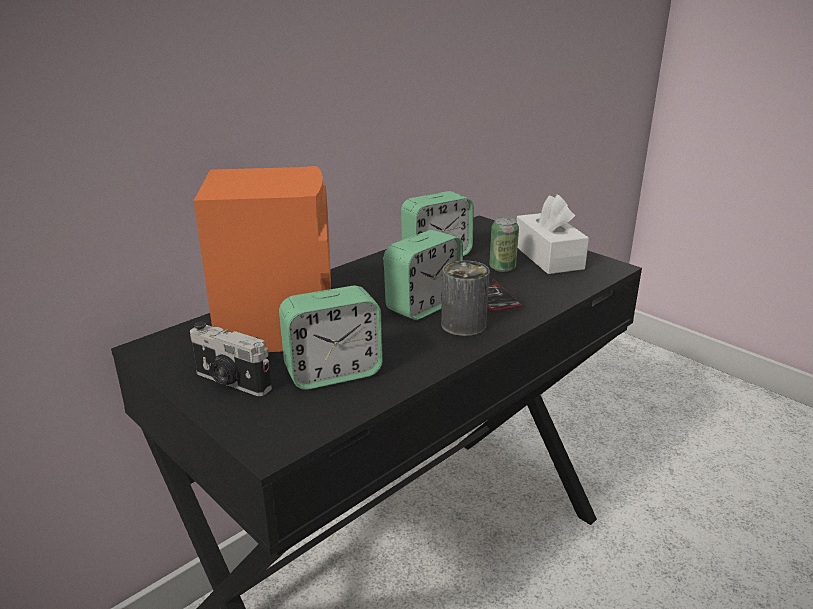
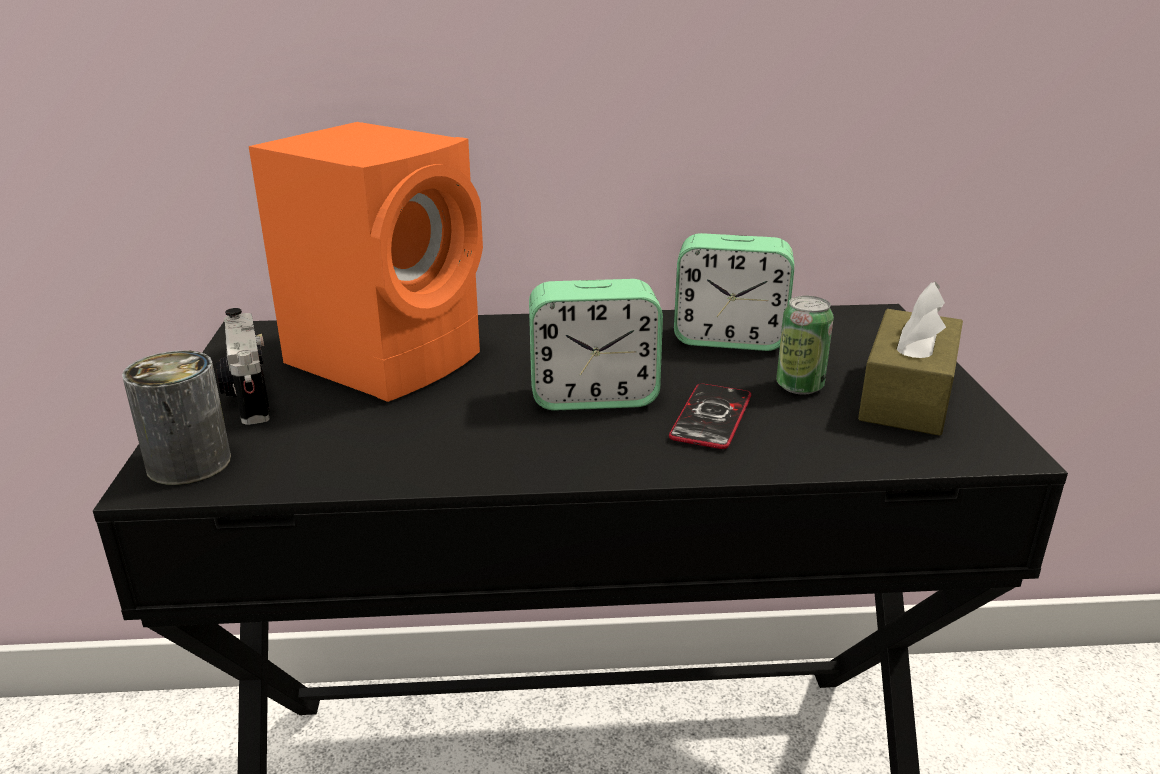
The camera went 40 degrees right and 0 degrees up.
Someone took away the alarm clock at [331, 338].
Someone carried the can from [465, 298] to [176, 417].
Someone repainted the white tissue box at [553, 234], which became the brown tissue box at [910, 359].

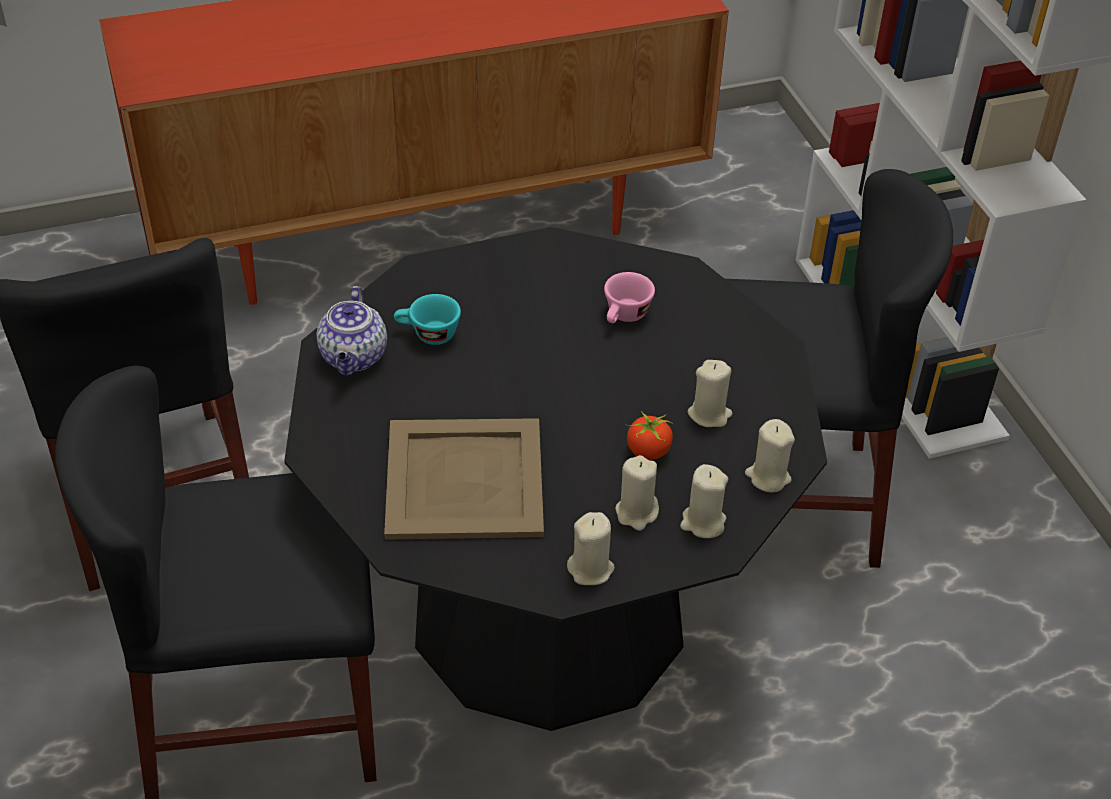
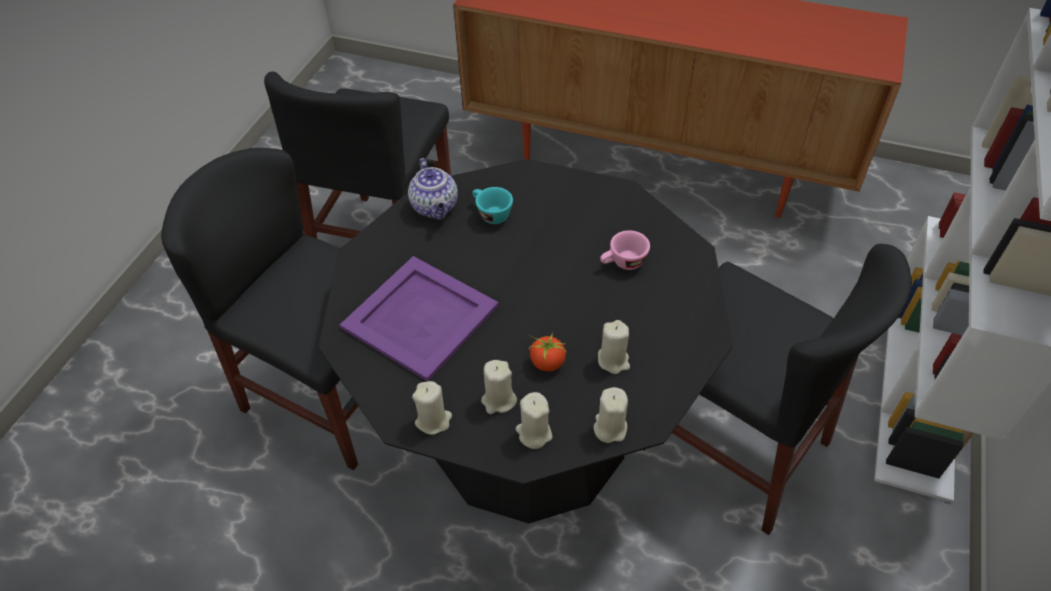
The camera went 40 degrees right and 5 degrees up.
Someone rotated the teapot at [351, 330] by 60 degrees counterclockwise.
Someone repainted the beige tray at [464, 479], which became the purple tray at [419, 319].

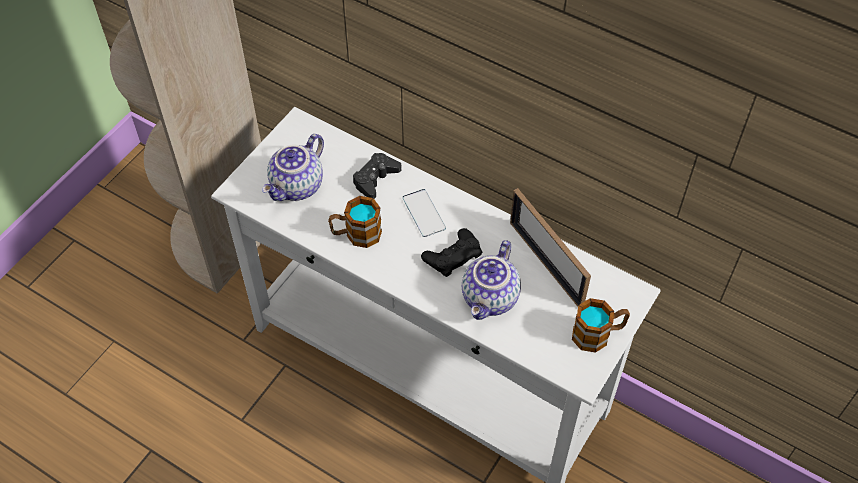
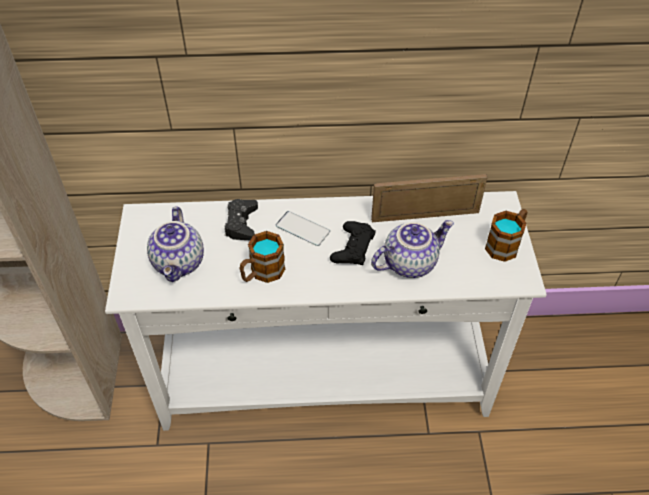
The camera went 35 degrees left and 5 degrees down.
Someone rotated the teapot at [491, 280] by 105 degrees counterclockwise.
Someone rotated the picture frame at [550, 247] by 150 degrees clockwise.

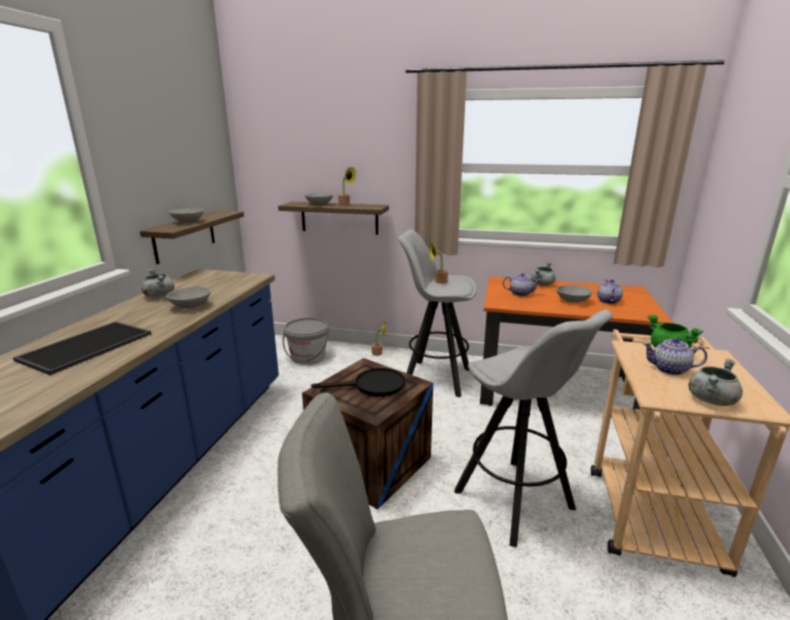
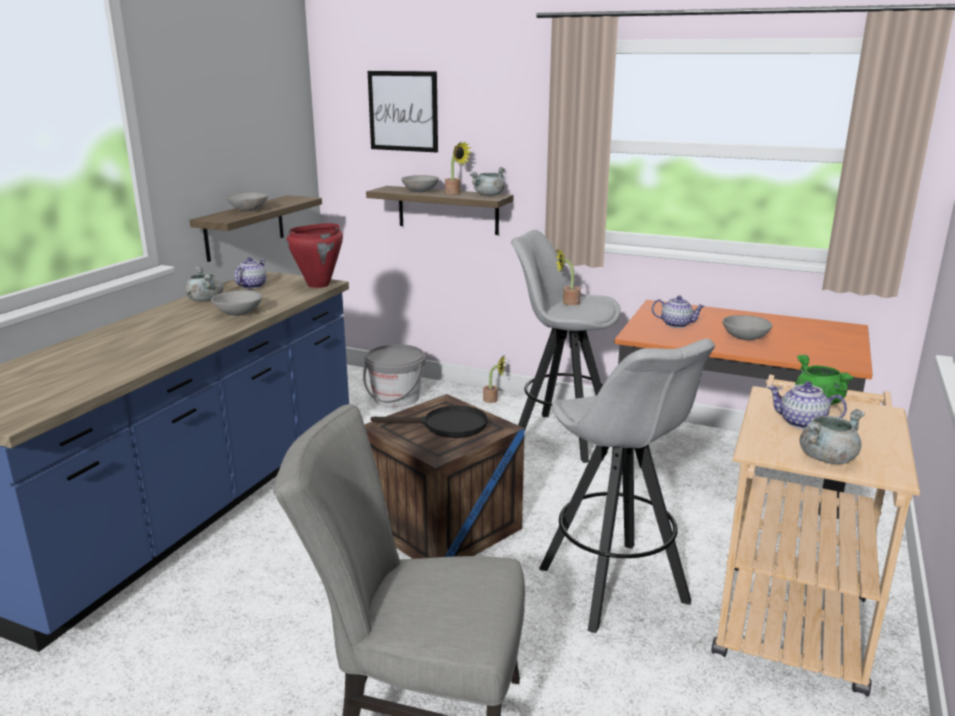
The camera went 10 degrees right and 0 degrees up.
Someone took away the tray at [82, 348].
Someone carried the grey cooking pot from [543, 274] to [487, 181].
Someone carried the teapot from [610, 291] to [250, 273].
Someone put down the red cooking pot at [314, 255].
Someone put up the picture at [403, 111].

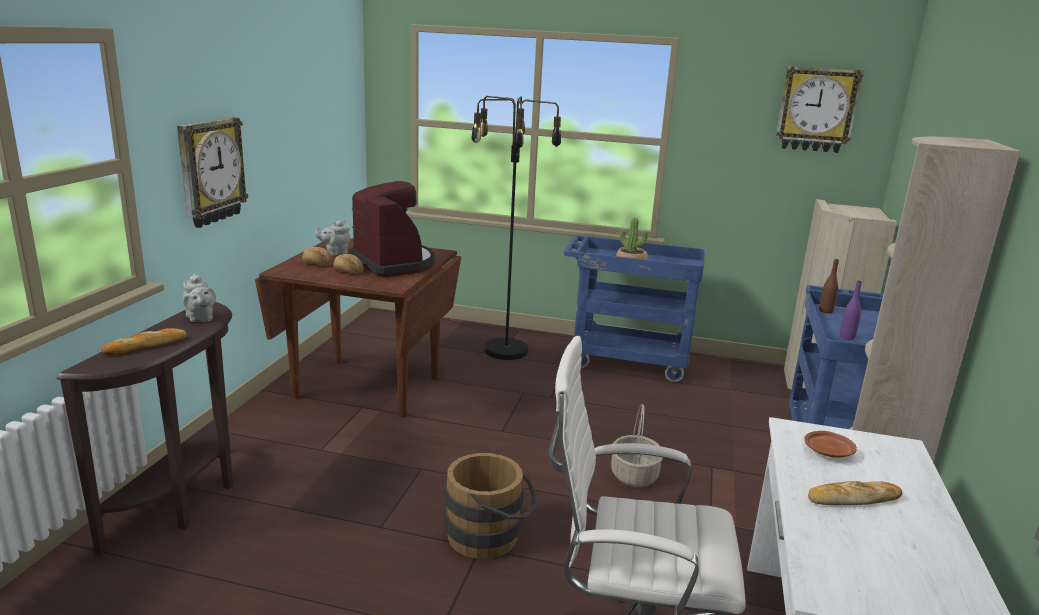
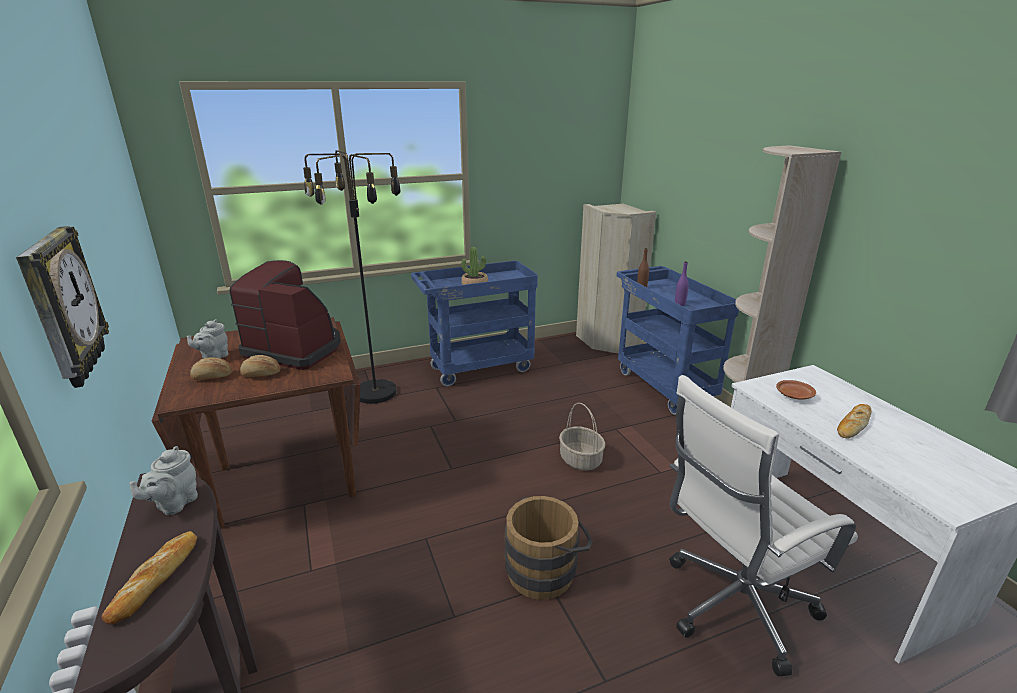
The camera went 35 degrees left and 5 degrees up.
Someone rotated the grey teapot at [199, 298] by 90 degrees clockwise.
Someone took away the wall clock at [820, 109].

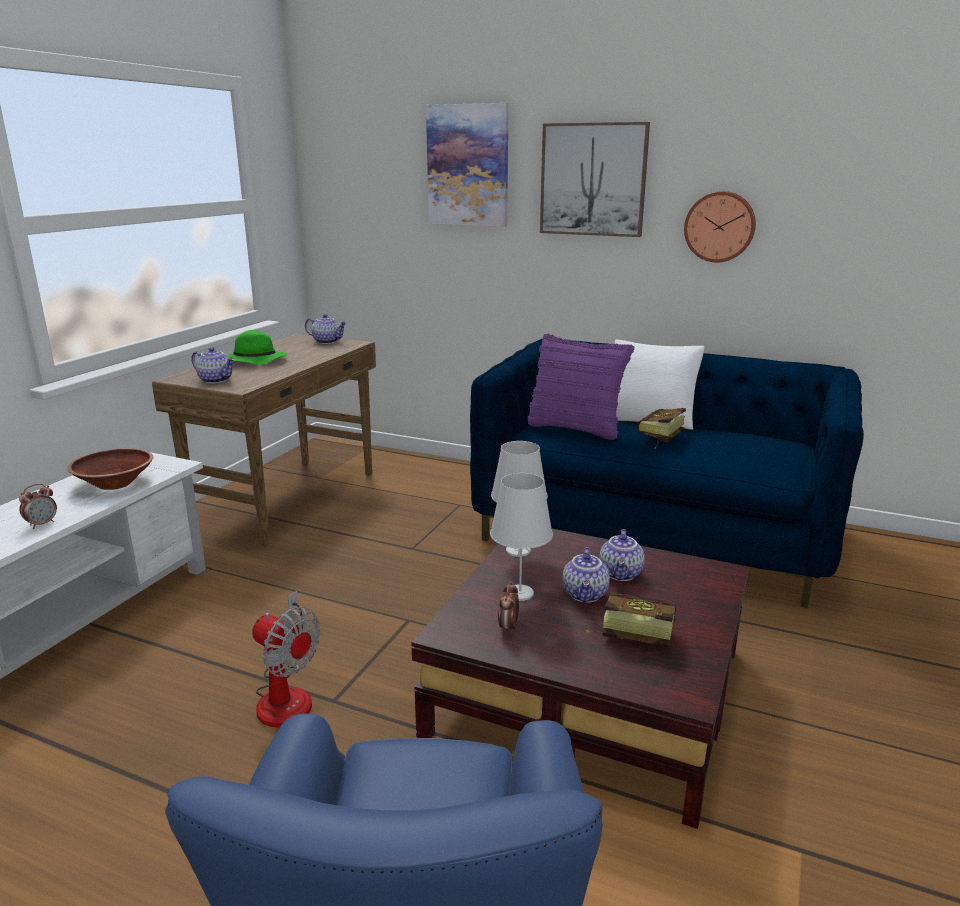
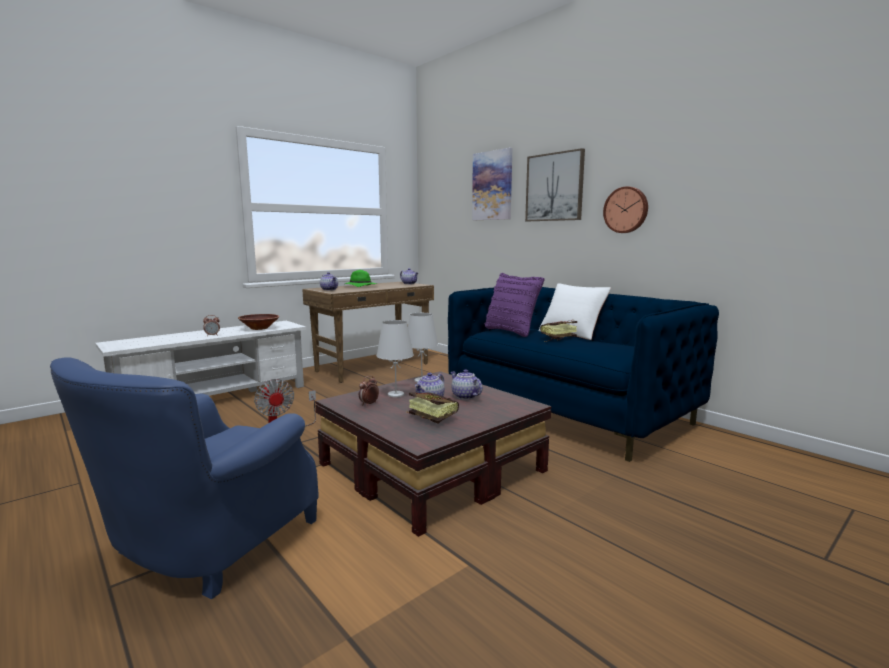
The camera went 25 degrees right and 10 degrees down.
Someone rotated the teapot at [622, 555] by 105 degrees clockwise.

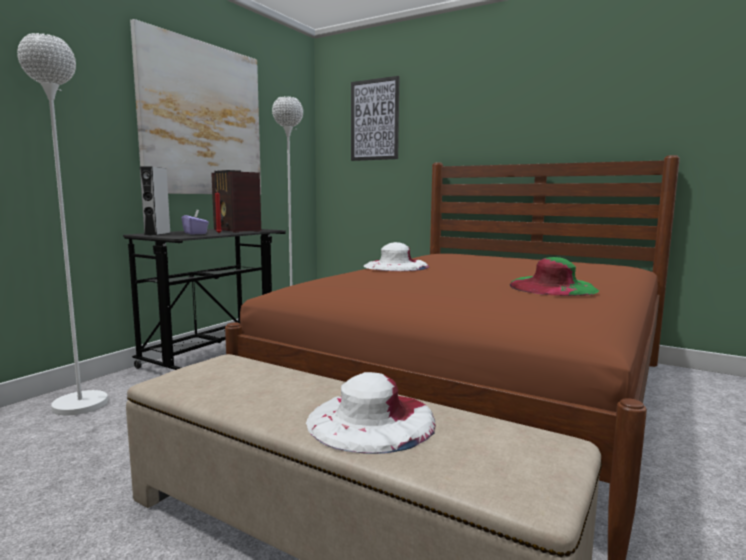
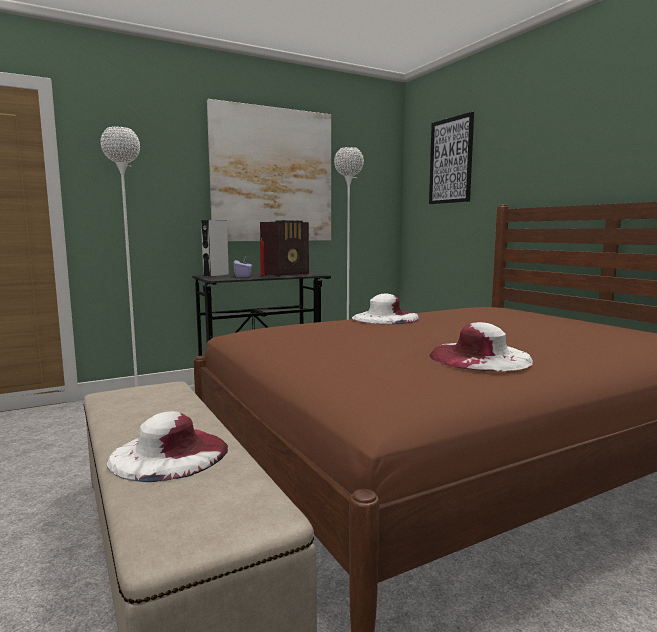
The camera went 30 degrees right and 0 degrees up.
Someone rotated the radio at [236, 201] by 120 degrees counterclockwise.
Someone repainted the green hat at [554, 276], which became the white hat at [481, 346].

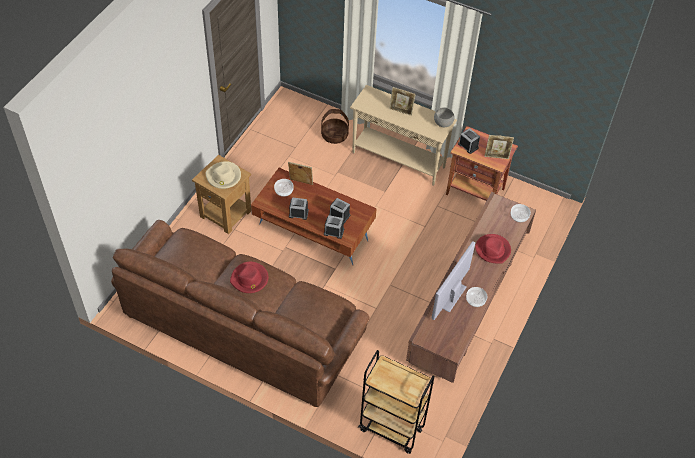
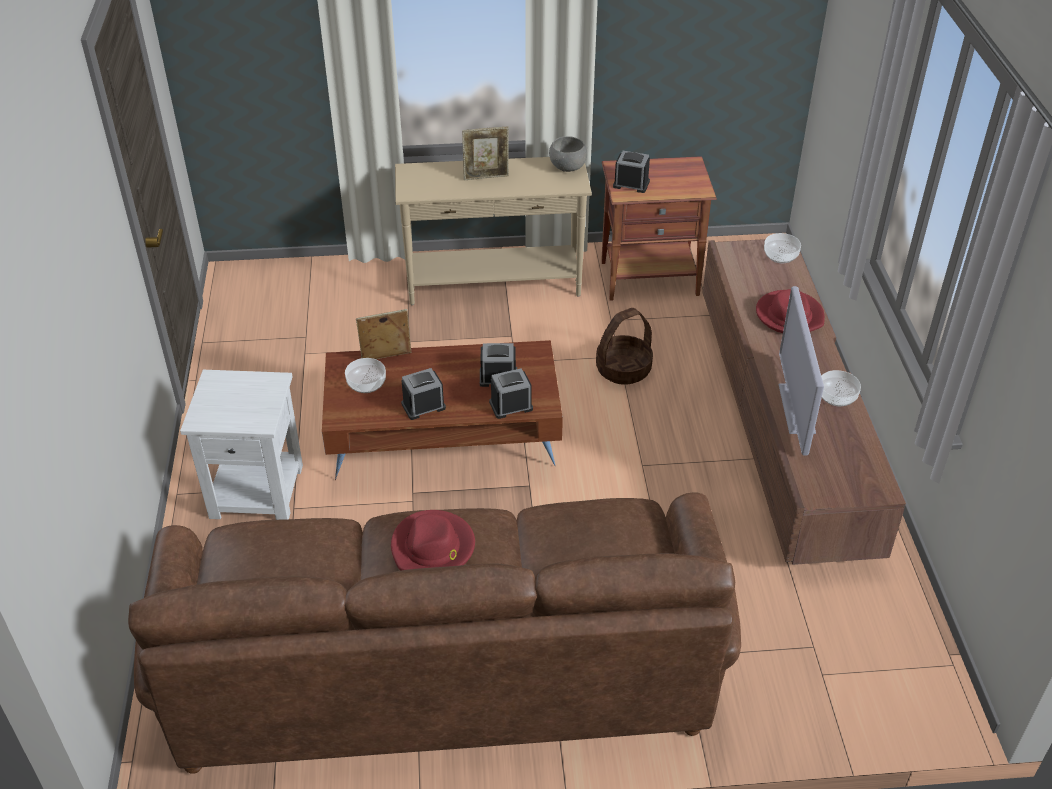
The camera went 30 degrees left and 10 degrees down.
Someone repainted the brown side table at [221, 194], which became the white side table at [241, 445].
Someone took away the beige hat at [223, 175].
Someone carried the basket from [335, 126] to [624, 346].
Someone took away the brown cart at [396, 402].
Someone took away the picture frame at [499, 147].

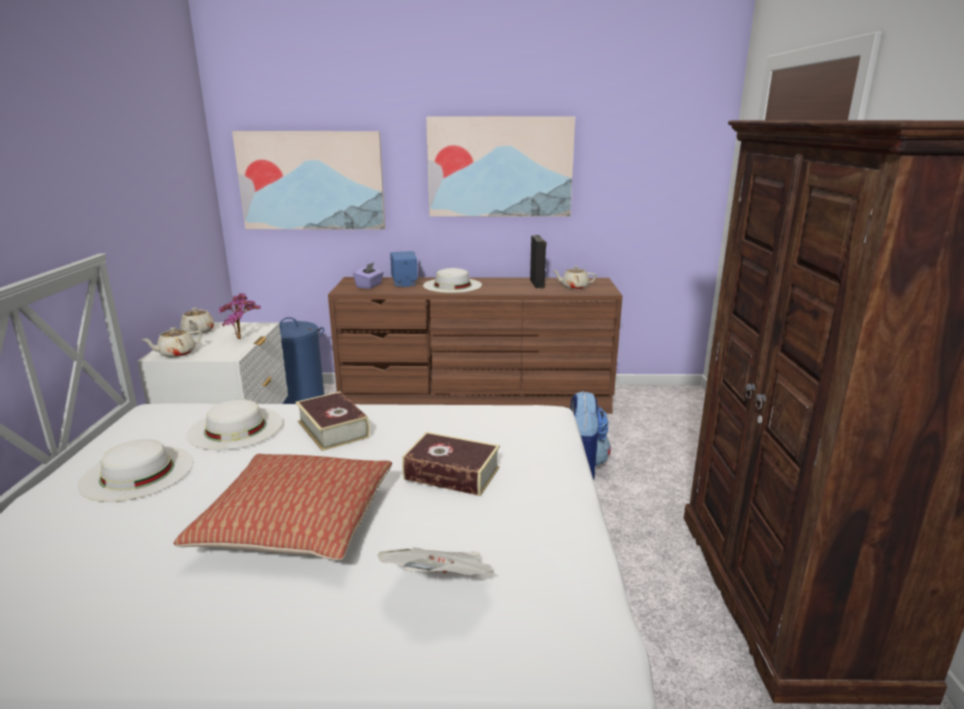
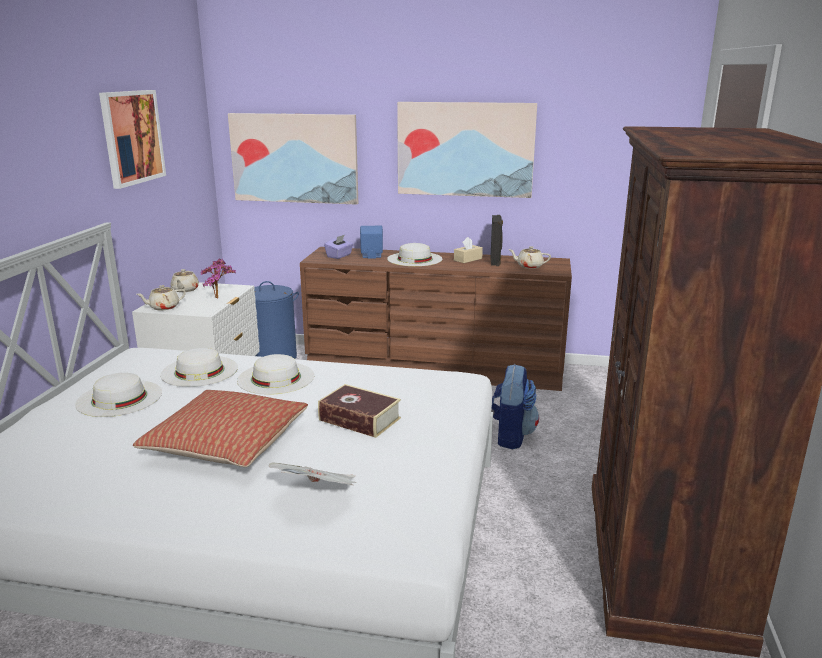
The camera went 10 degrees right and 0 degrees up.
Someone swapped the book at [332, 421] for the white hat at [275, 374].
Someone put up the picture at [132, 139].
Someone put down the beige tissue box at [468, 250].

